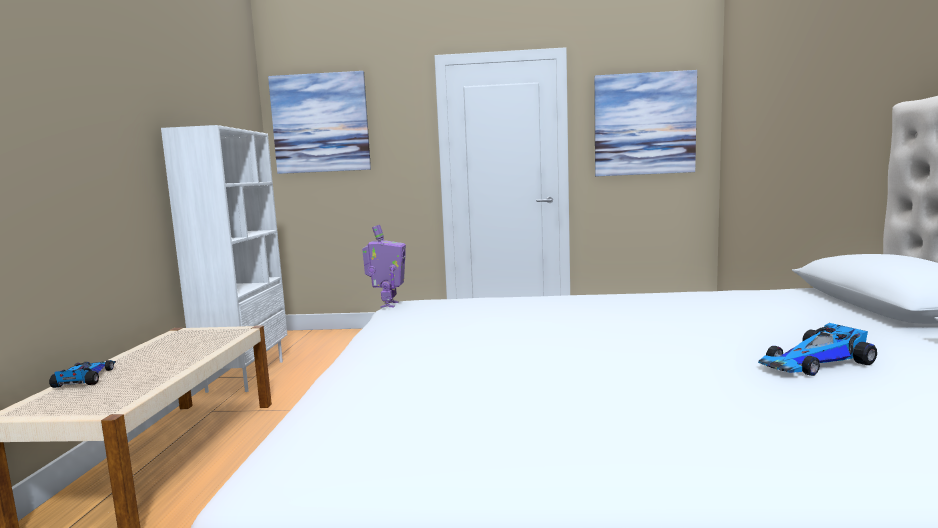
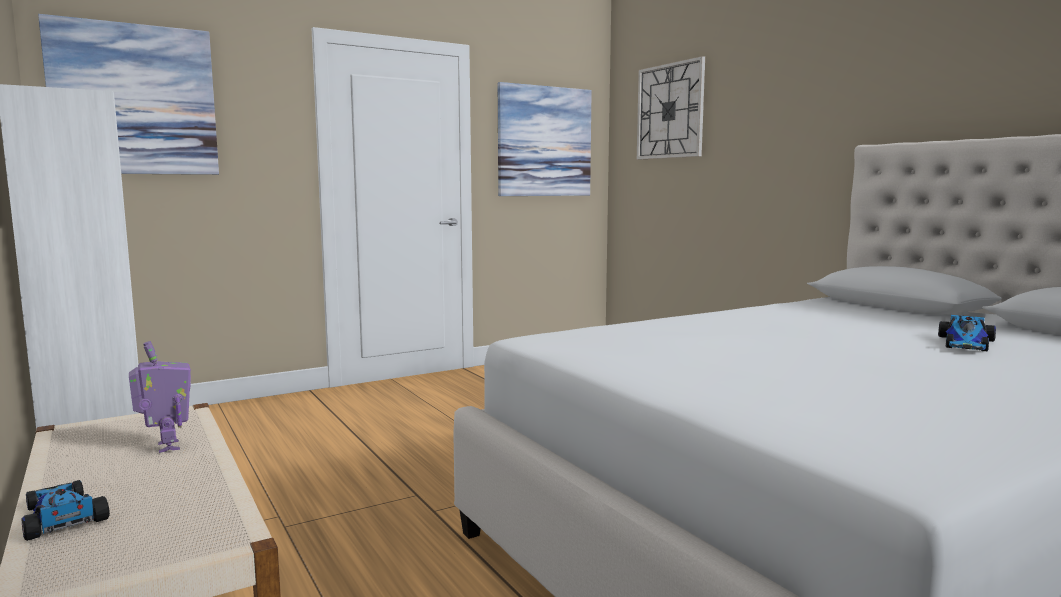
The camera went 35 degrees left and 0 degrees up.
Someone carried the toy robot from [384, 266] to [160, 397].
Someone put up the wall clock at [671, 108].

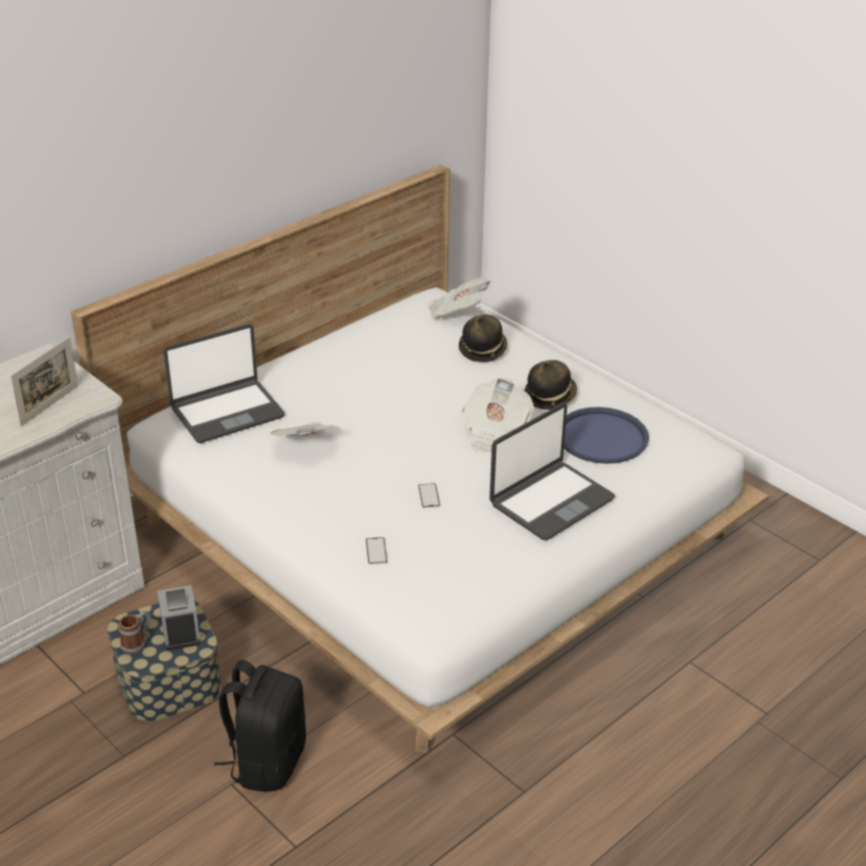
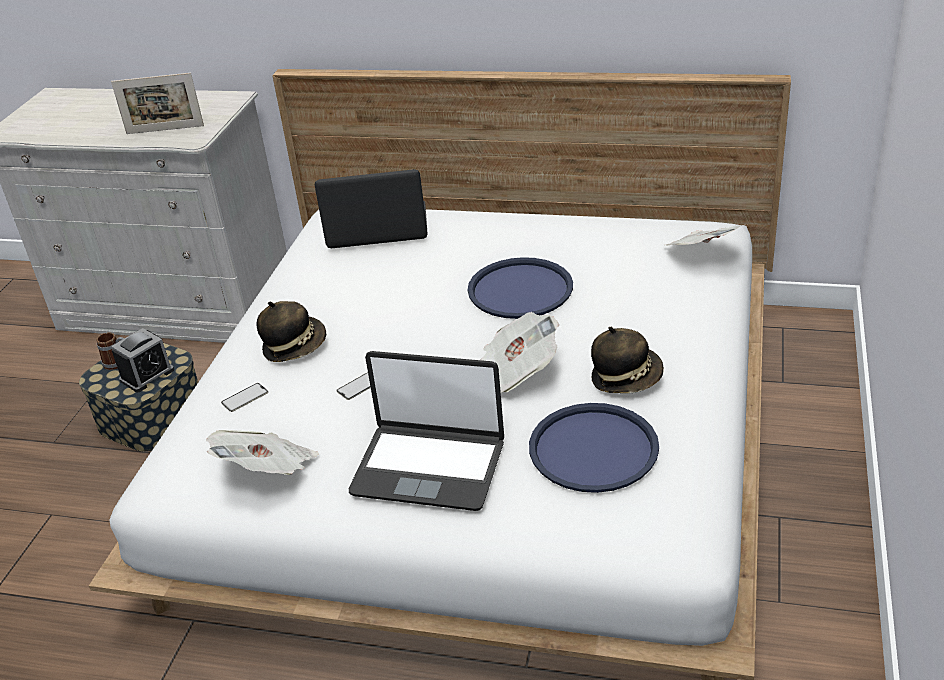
The camera went 60 degrees right and 0 degrees up.
Someone rotated the laptop at [224, 383] by 150 degrees clockwise.
Someone took away the black backpack at [260, 726].
Someone carried the newspaper from [304, 429] to [262, 452].
Someone carried the hat from [483, 338] to [291, 331].
Someone put down the blue tray at [520, 288].

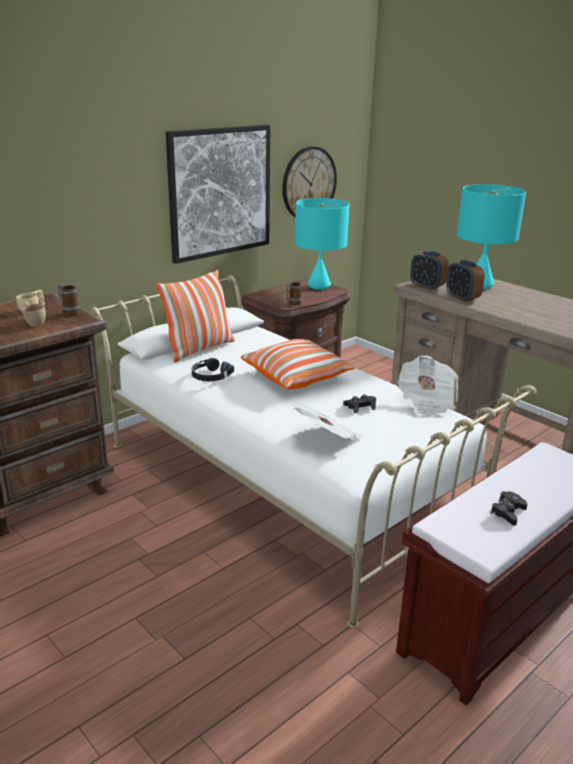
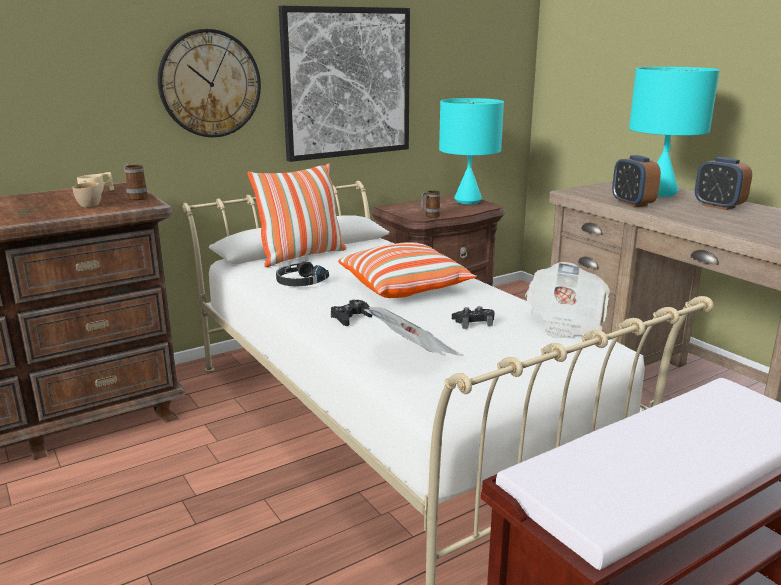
The camera went 10 degrees right and 5 degrees down.
Someone carried the wall clock from [309, 181] to [209, 83].
Someone carried the alarm clock from [429, 270] to [723, 183].
Someone carried the black game controller from [509, 508] to [351, 313].

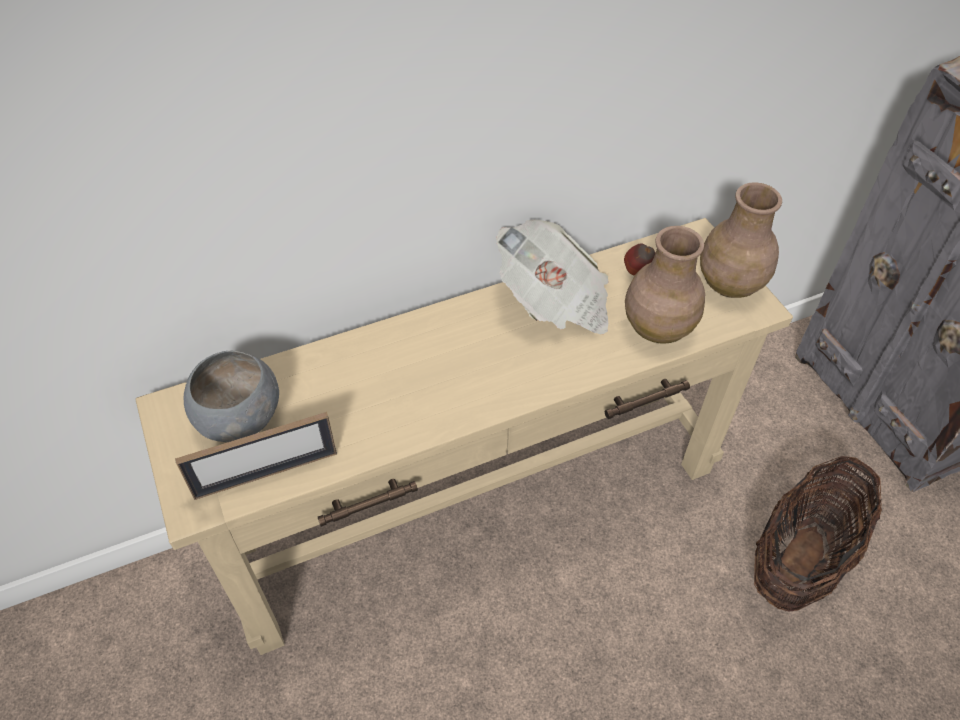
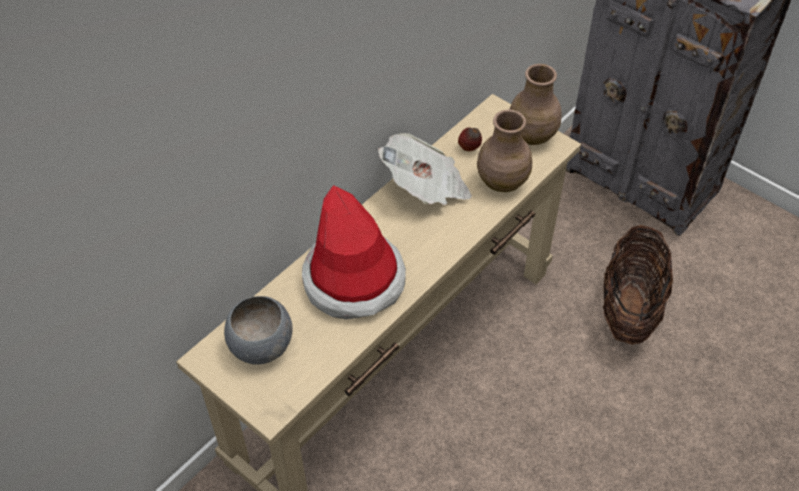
The camera went 25 degrees left and 0 degrees up.
Someone took away the picture frame at [256, 456].
Someone put down the hat at [354, 252].

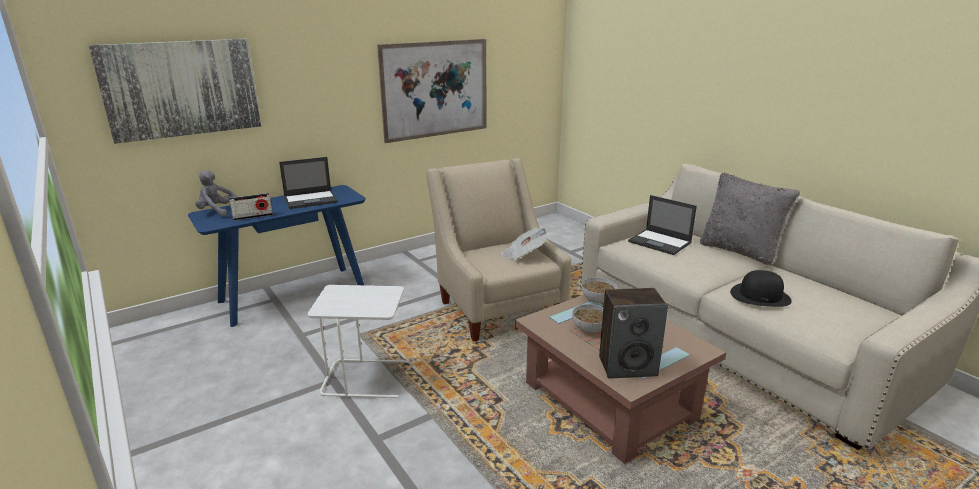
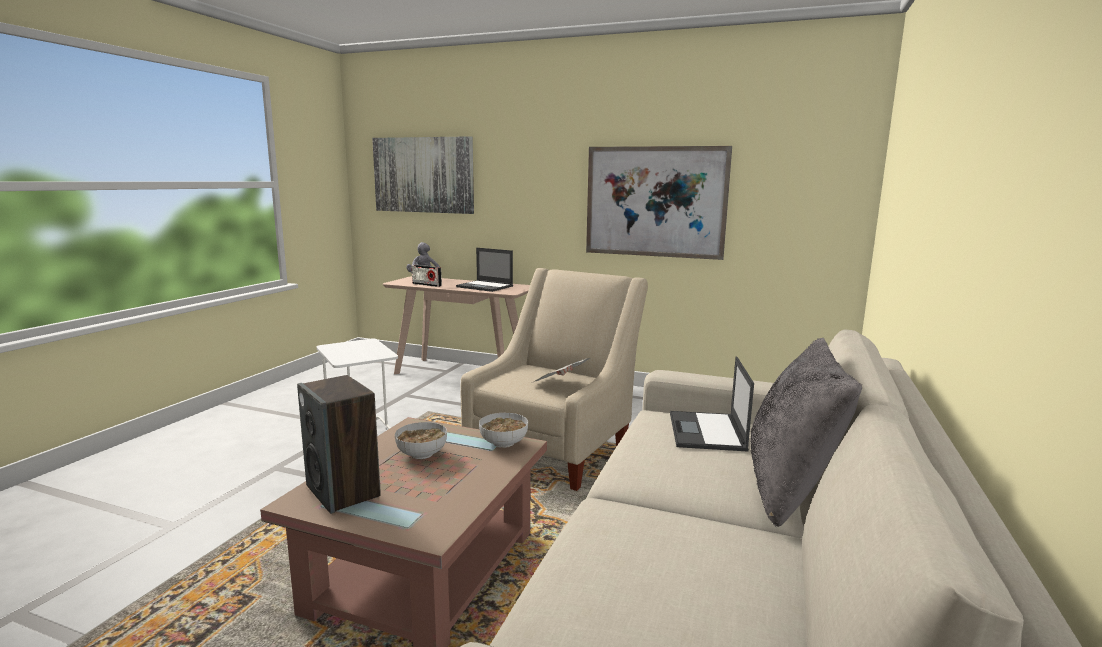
The camera went 55 degrees right and 10 degrees down.
Someone repainted the blue console table at [277, 256], which became the beige console table at [456, 325].
Someone took away the black hat at [761, 288].

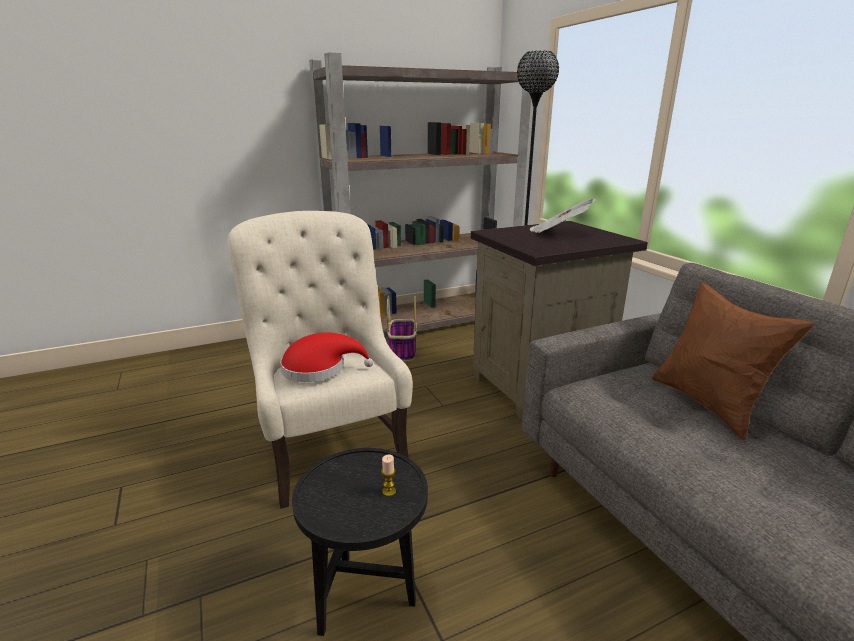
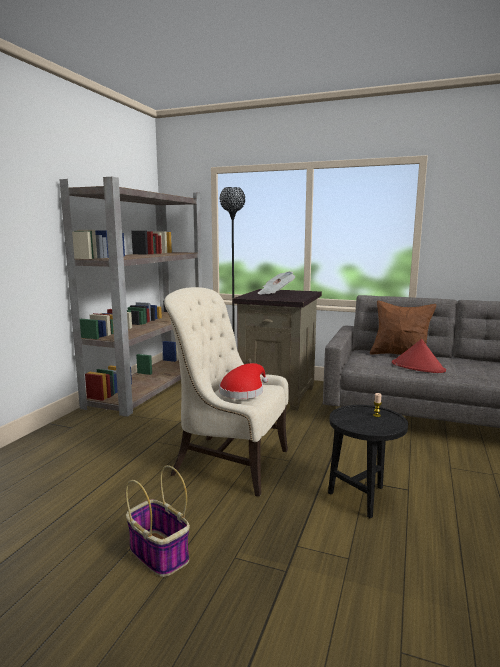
The camera went 45 degrees left and 10 degrees down.
Someone carried the basket from [402, 328] to [158, 521].
Someone put down the red hat at [419, 356].

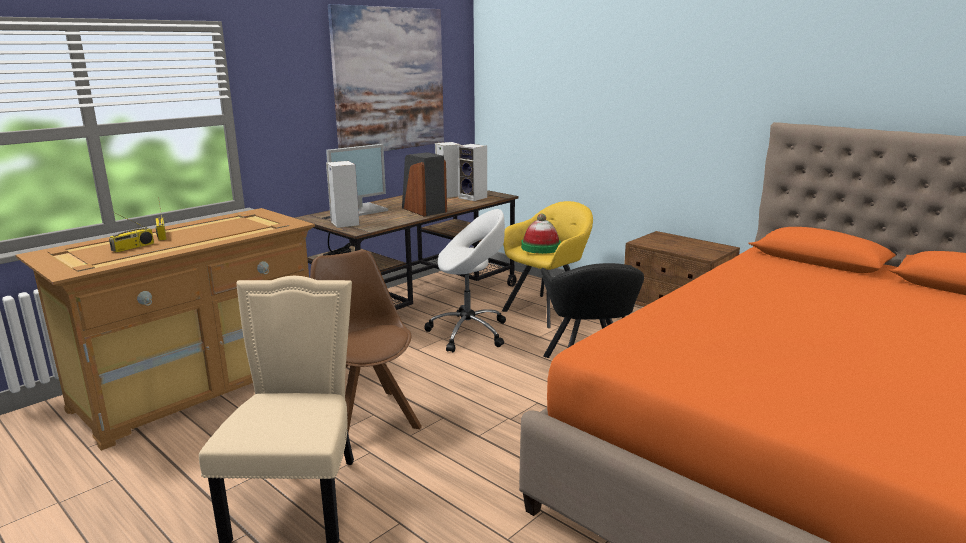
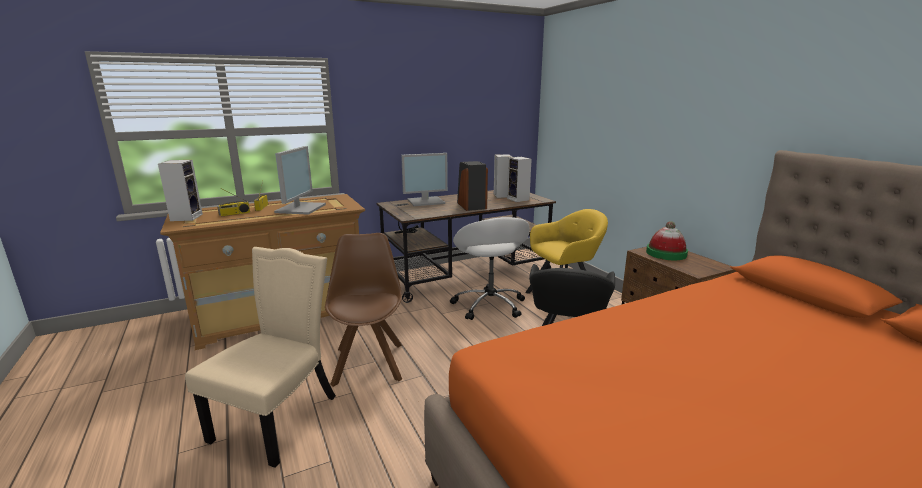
The camera went 20 degrees right and 0 degrees up.
Someone carried the speaker from [342, 194] to [180, 190].
Someone took away the picture at [386, 77].
Someone rotated the white office chair at [465, 280] by 60 degrees clockwise.
Someone carried the hat from [541, 234] to [667, 240].
Someone put down the monitor at [300, 180].

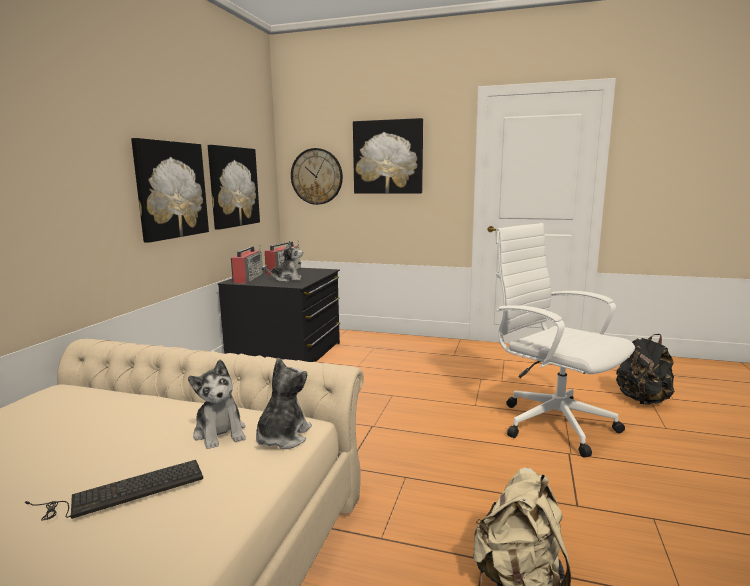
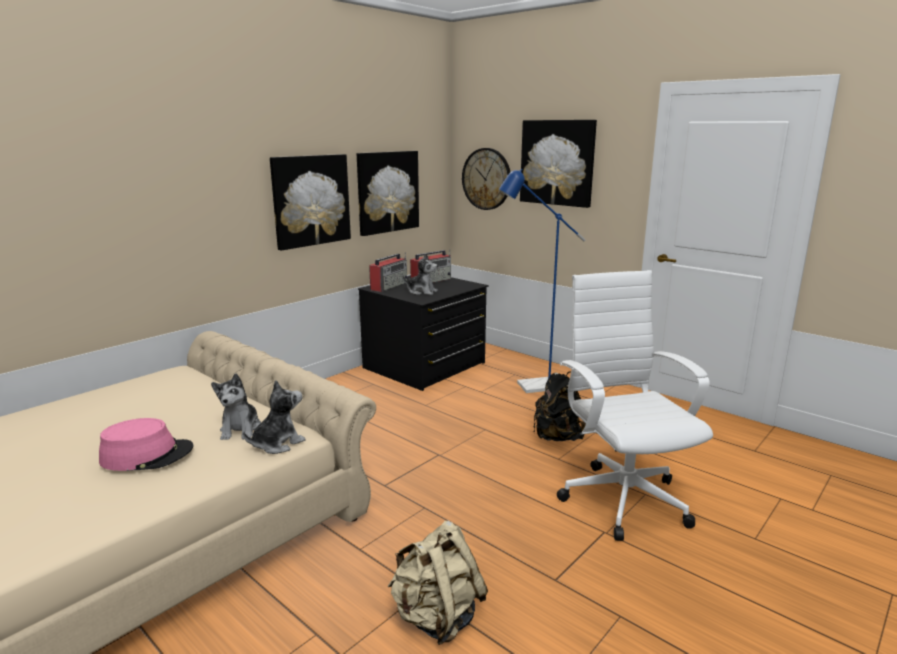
The camera went 25 degrees right and 5 degrees up.
Someone swapped the keyboard at [114, 490] for the pink hat at [146, 444].
Someone carried the black backpack from [645, 369] to [560, 406].
Someone put down the blue floor lamp at [542, 281].

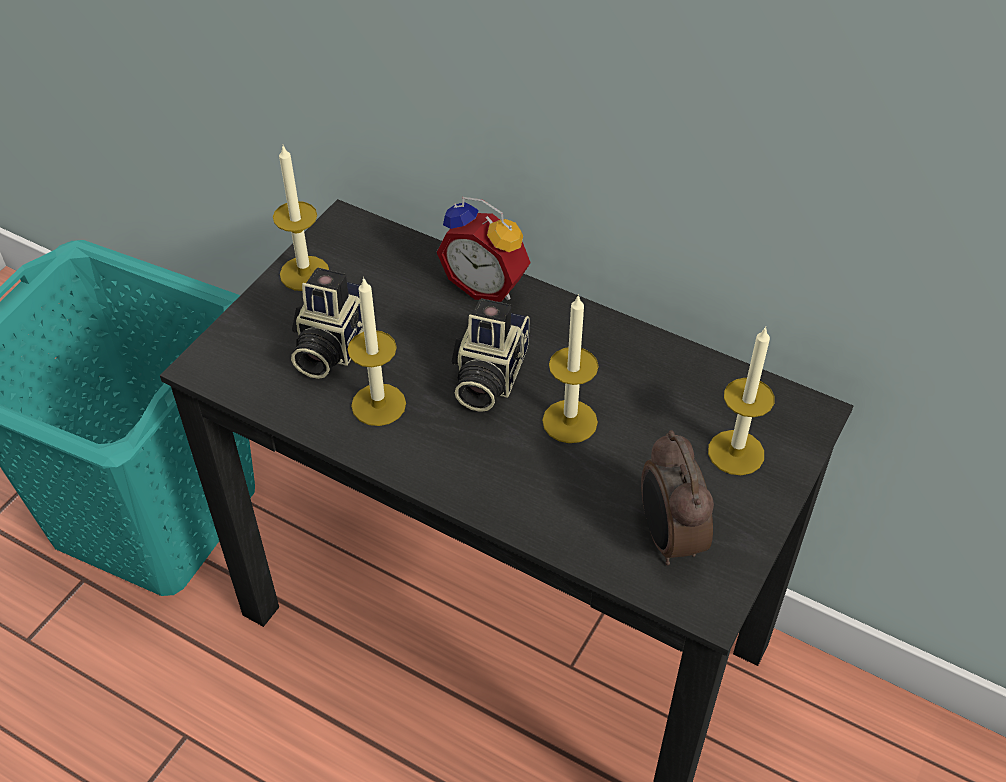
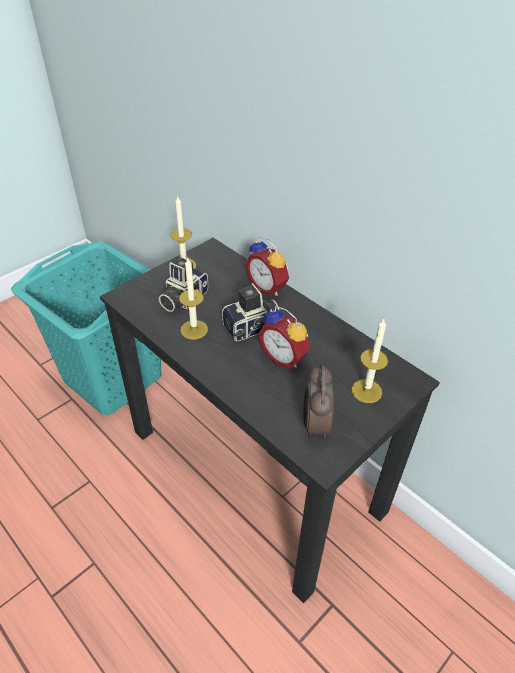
The camera went 15 degrees right and 5 degrees down.
Someone rotated the photo camera at [490, 355] by 150 degrees counterclockwise.
Someone swapped the candle at [570, 368] for the alarm clock at [284, 337].

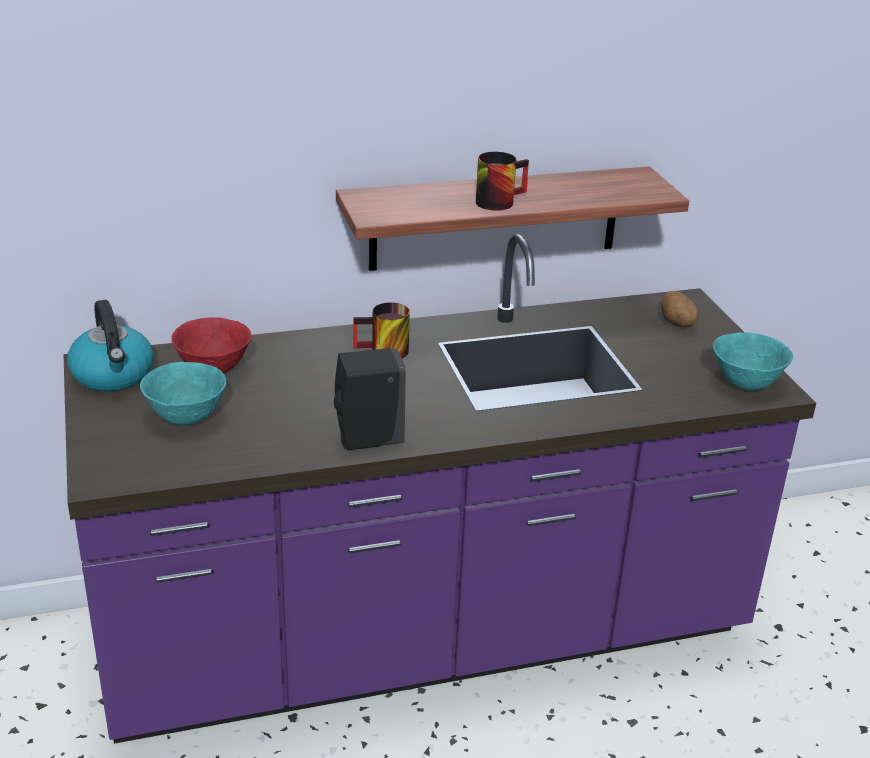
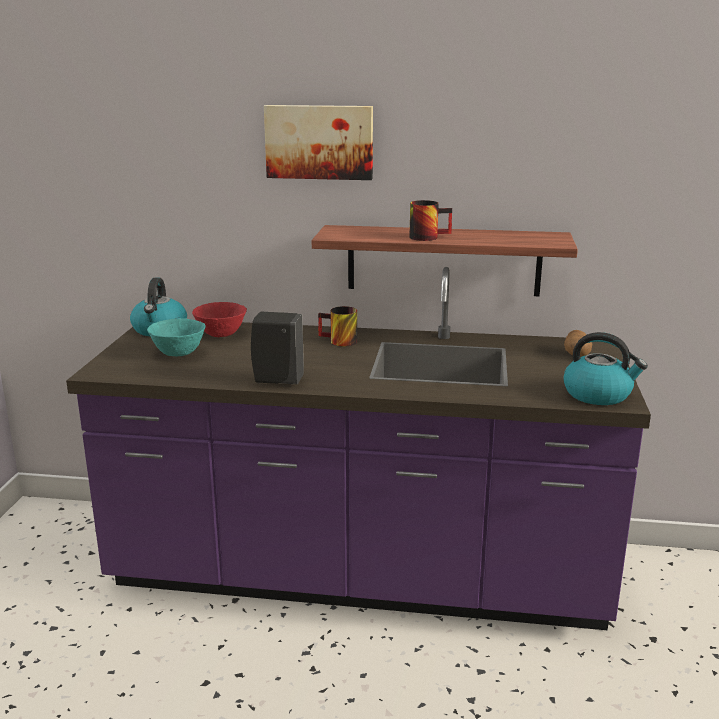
The camera went 25 degrees right and 10 degrees down.
Someone swapped the turquoise bowl at [753, 361] for the kettle at [605, 368].
Someone put up the picture at [318, 142].

